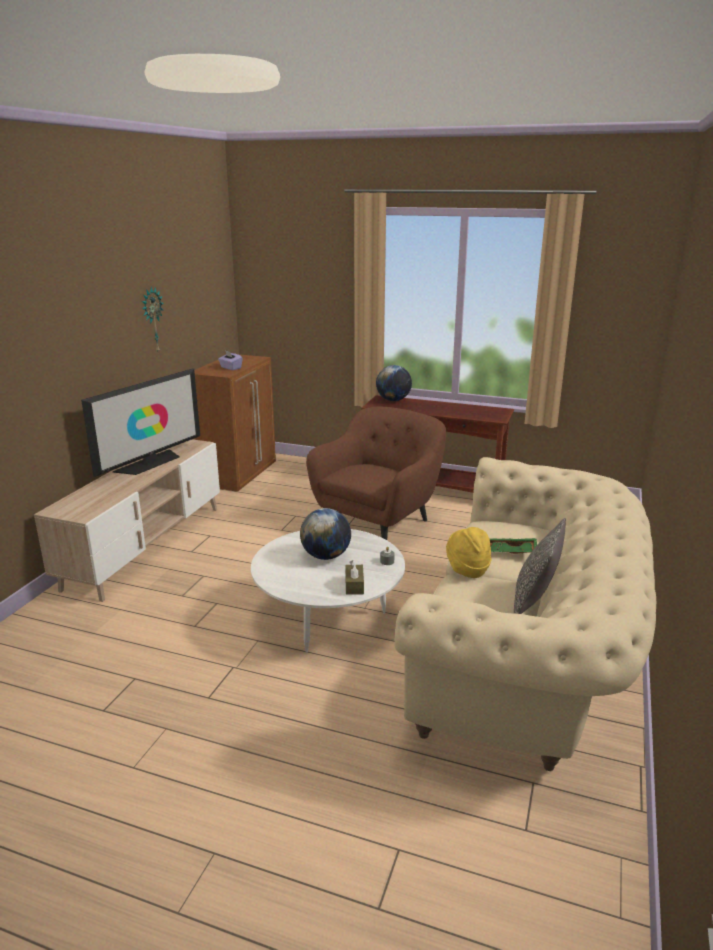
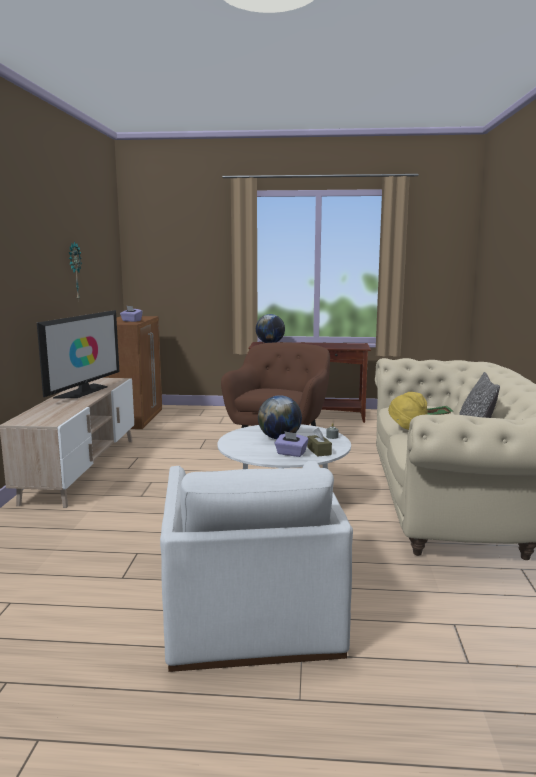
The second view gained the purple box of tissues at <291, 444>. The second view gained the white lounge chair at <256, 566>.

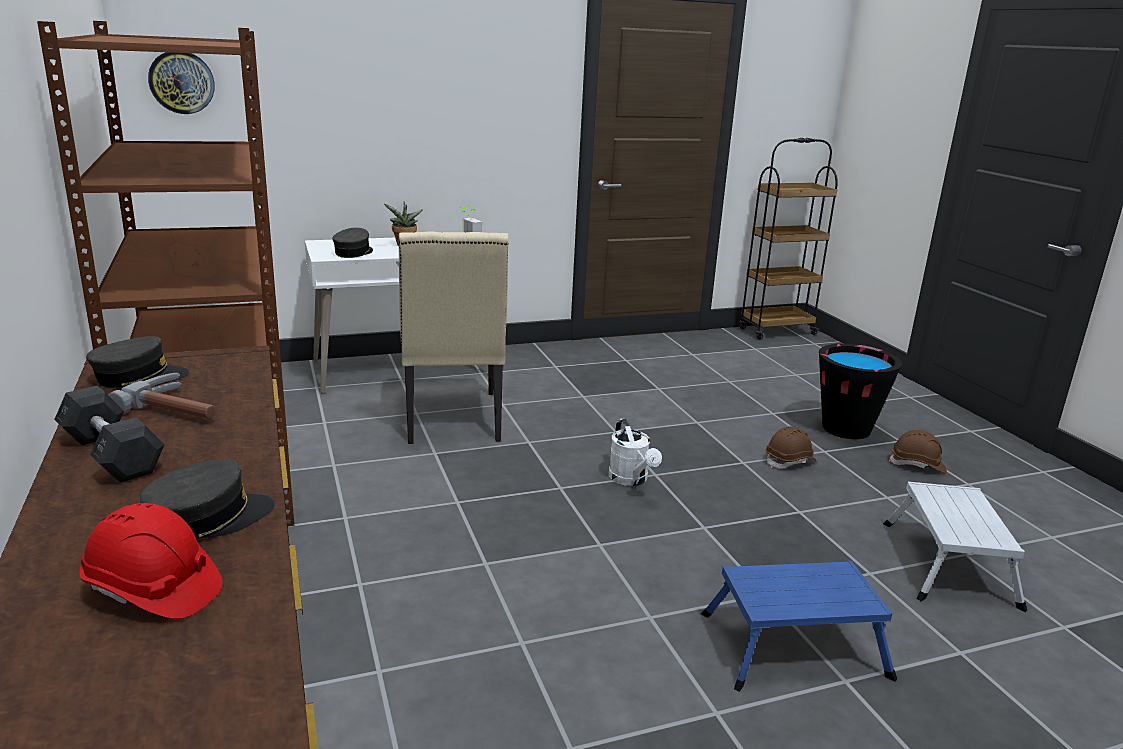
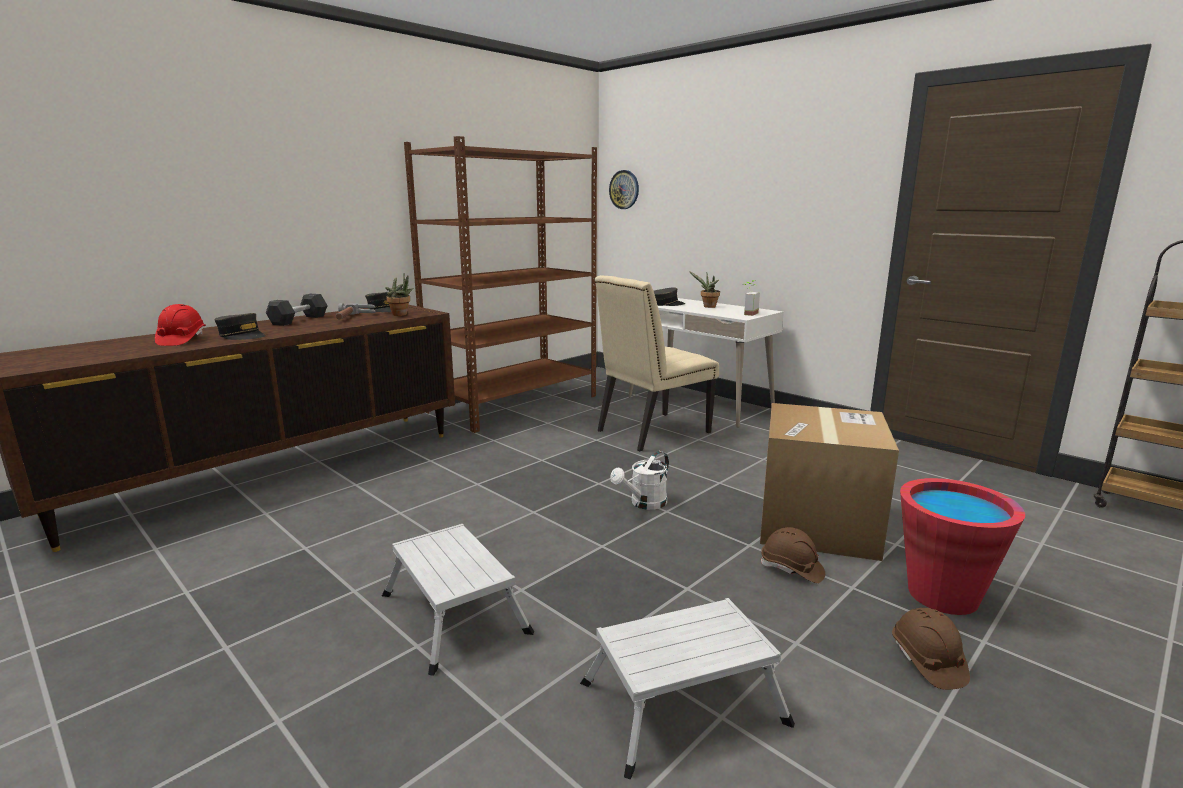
What was the black bucket at <860, 391> turned into the red-coloured bucket at <962, 546>. What was the bluish step ladder at <799, 626> turned into the white step ladder at <458, 600>. The second view gained the plant in a pot at <399, 294>. The second view gained the carton at <829, 482>.

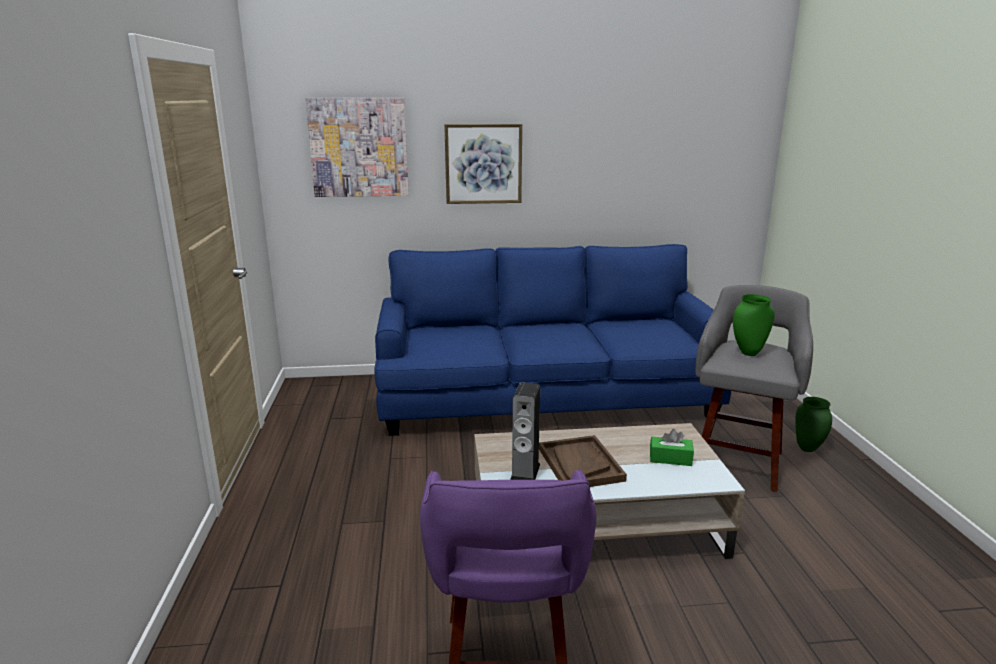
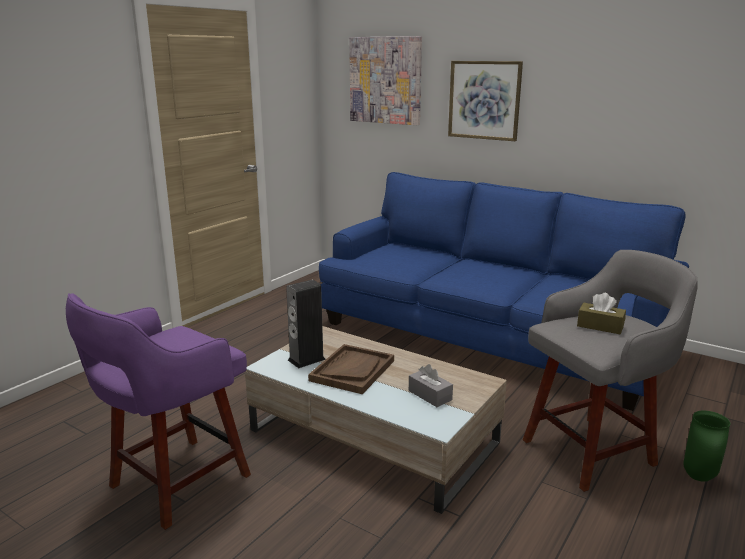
Where the green-coloured decorative vase stood at <754, 325>, the brown box of tissues came to stand at <601, 313>. What was the green-coloured box of tissues at <672, 447> turned into the grey box of tissues at <431, 385>.

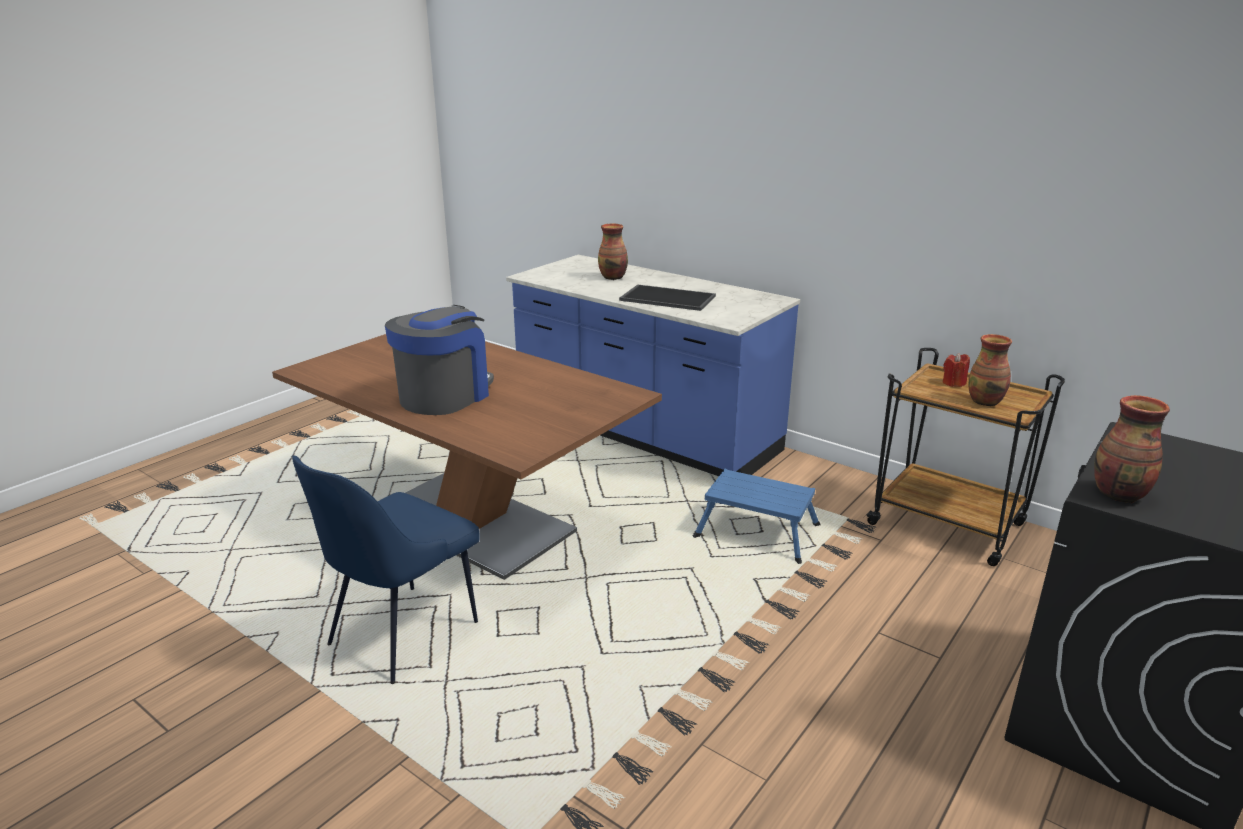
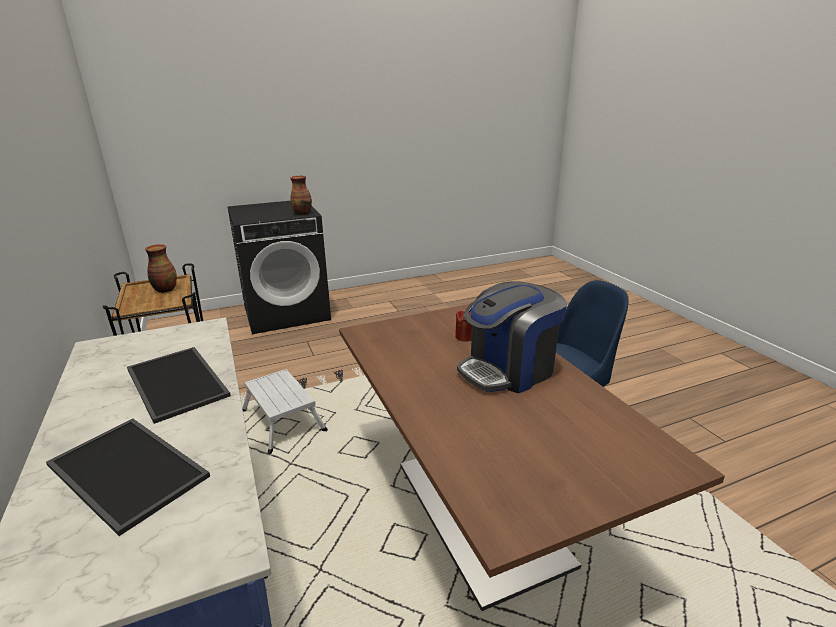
Where the decorative vase stood at <613, 252>, the serving tray came to stand at <128, 477>. The red-coloured wax light ended up elsewhere, having gone from <956, 370> to <463, 326>. What was the bluish step ladder at <757, 516> turned into the white step ladder at <285, 411>.

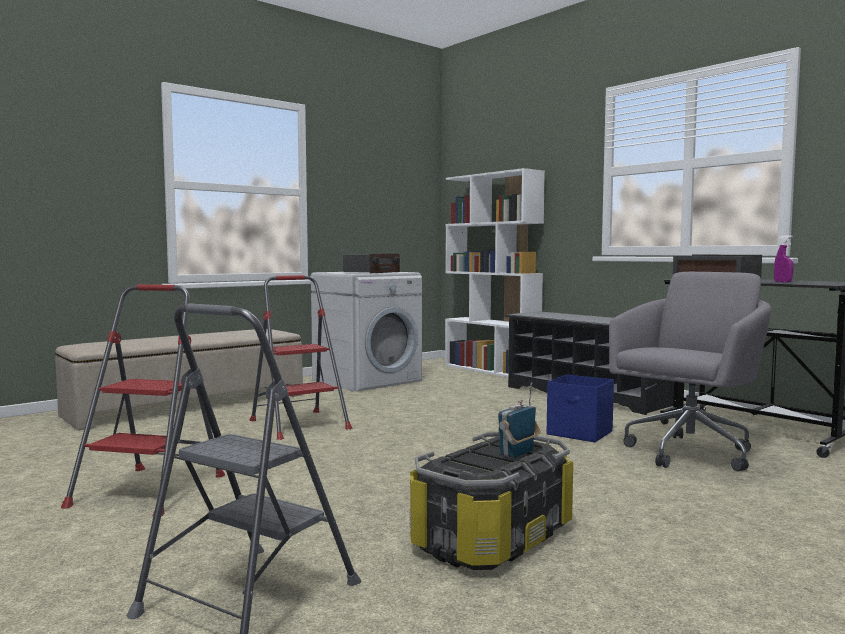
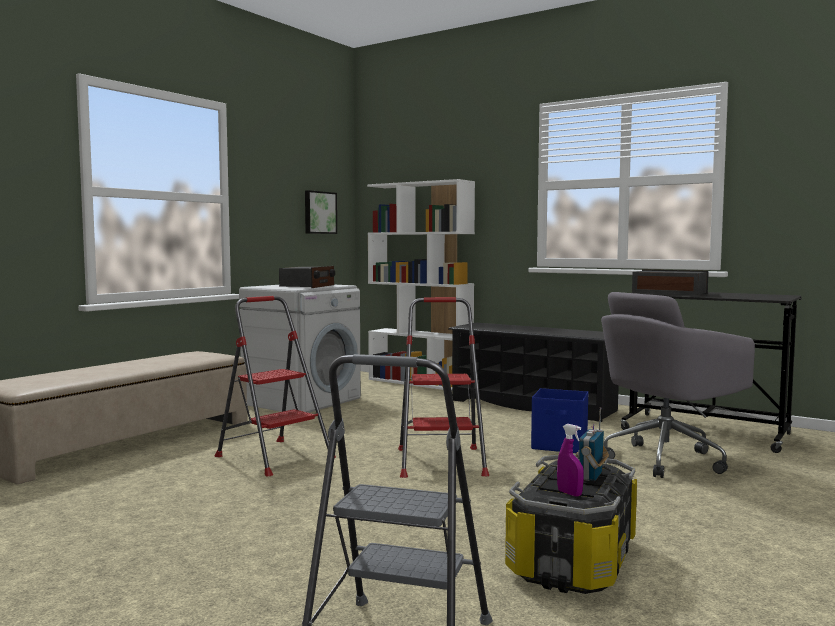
The purple spray bottle ended up elsewhere, having gone from <783, 258> to <570, 460>. The grey desk chair at <690, 371> ended up facing another way, 150 degrees counterclockwise from before. The red-coloured step ladder ended up elsewhere, having gone from <143, 400> to <443, 387>. The second view gained the picture at <321, 212>.

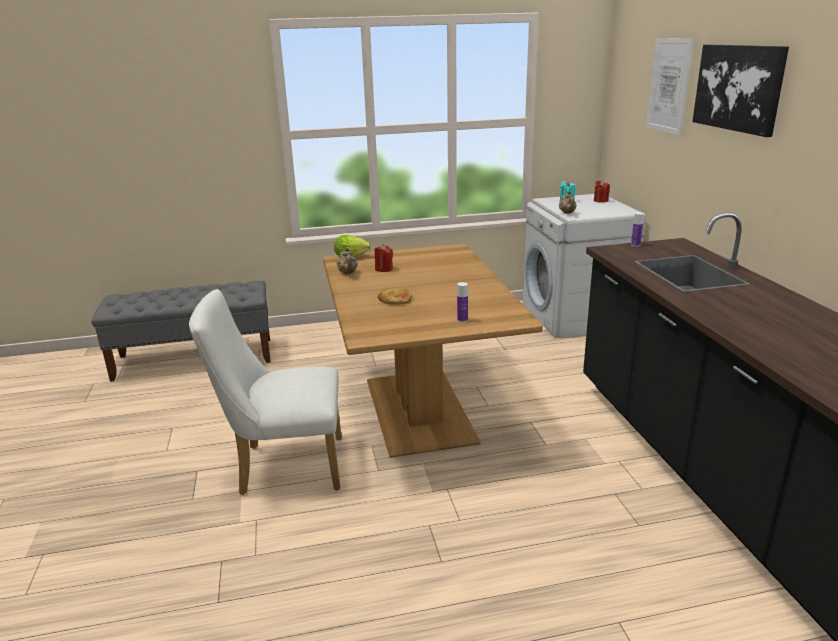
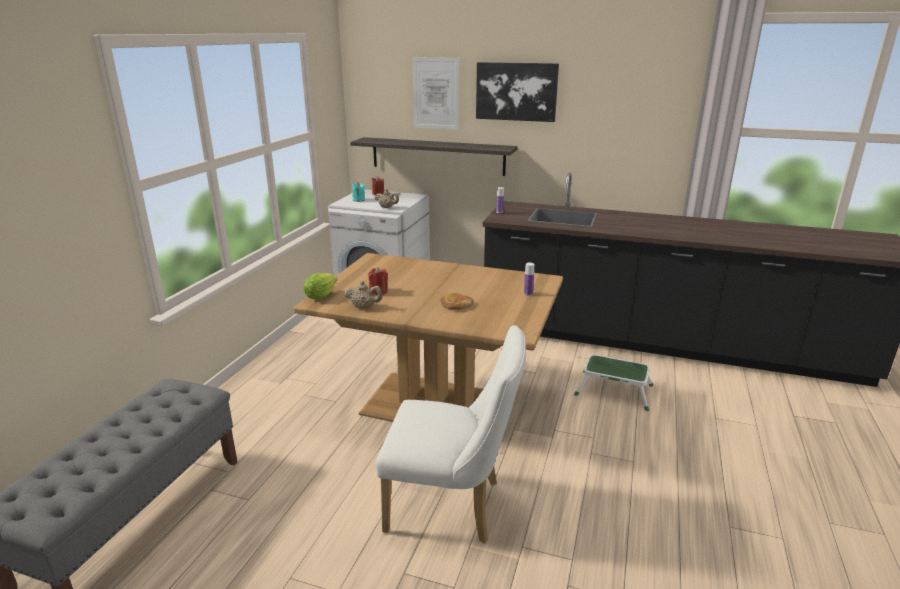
The white plain chair at <265, 392> ended up facing another way, 105 degrees counterclockwise from before. The second view gained the shelf at <434, 156>. The second view gained the green-coloured step ladder at <613, 382>.

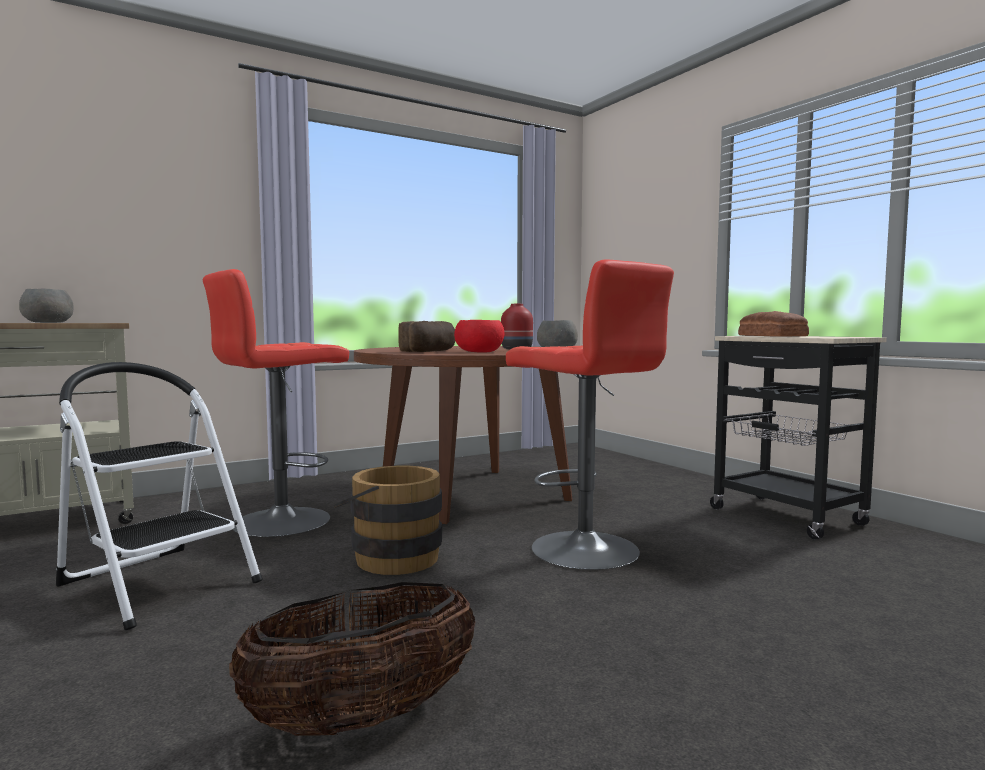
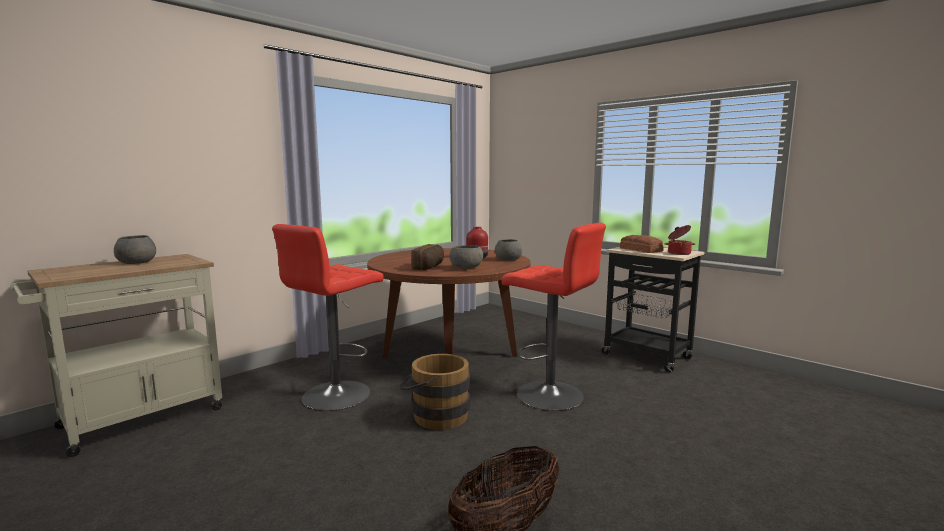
What was the red-coloured serving bowl at <479, 336> turned into the grey serving bowl at <466, 257>. The second view lost the step ladder at <159, 496>. The second view gained the cooking pot at <680, 240>.

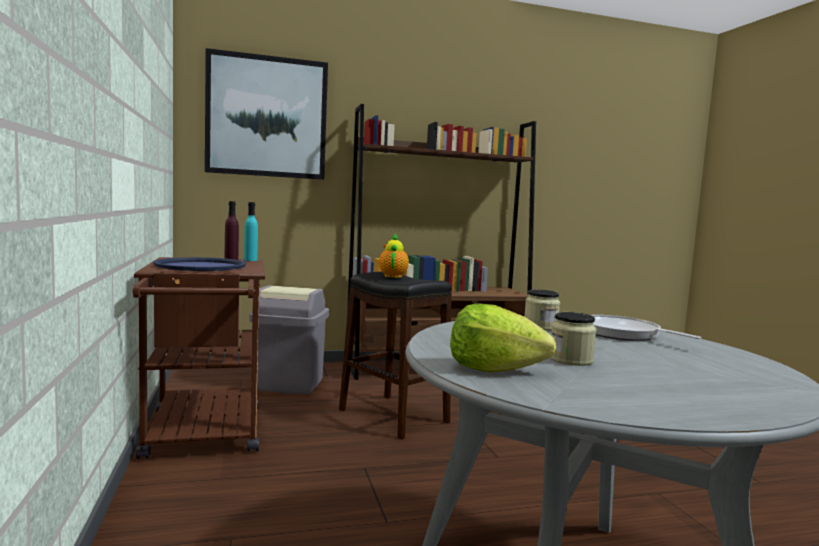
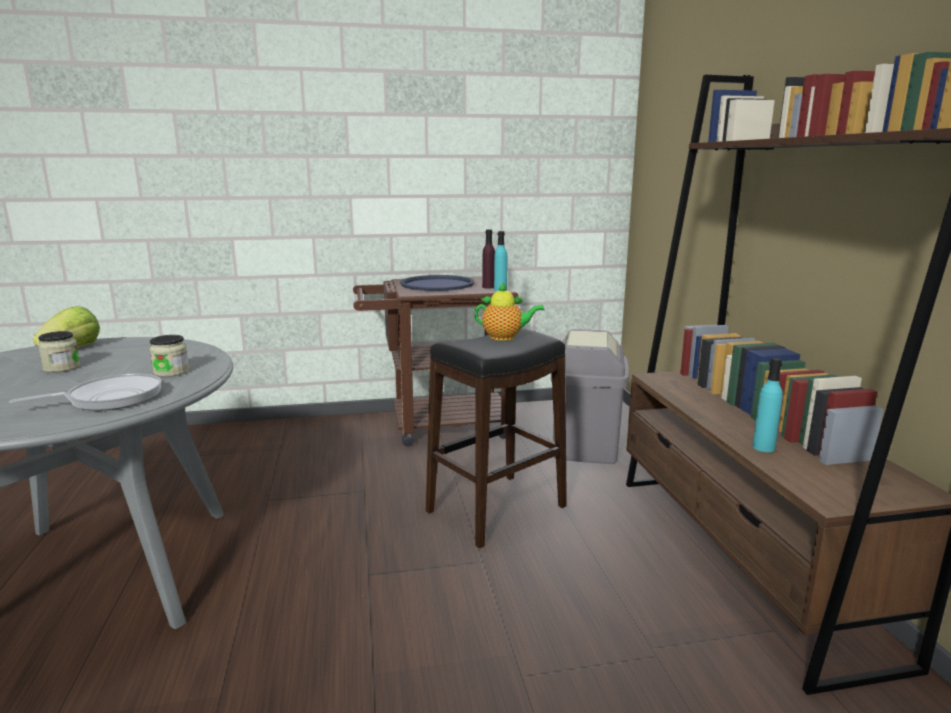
The second view lost the picture at <266, 114>. The second view gained the turquoise beverage bottle at <767, 405>.

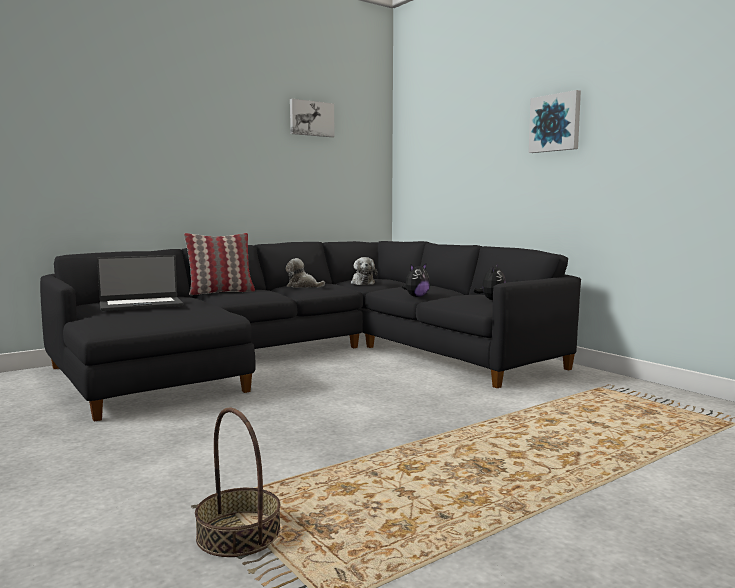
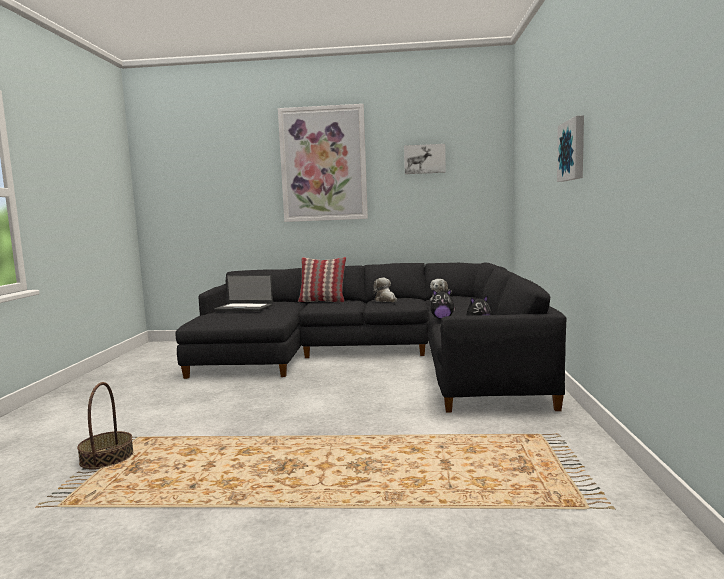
The second view gained the picture at <323, 163>.

